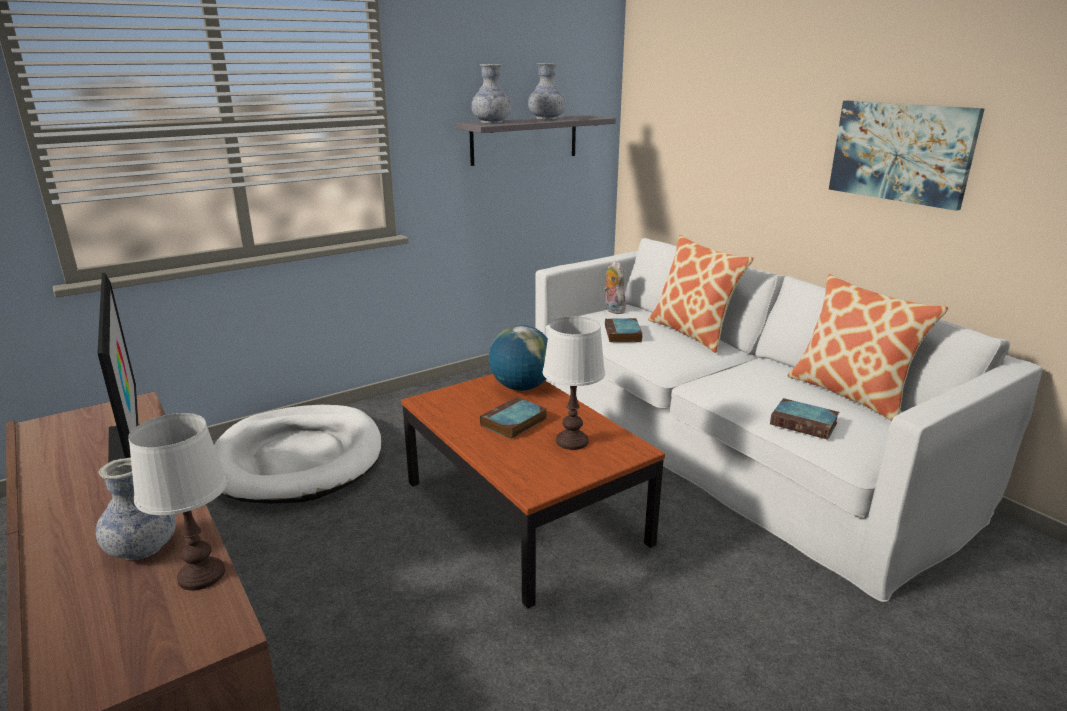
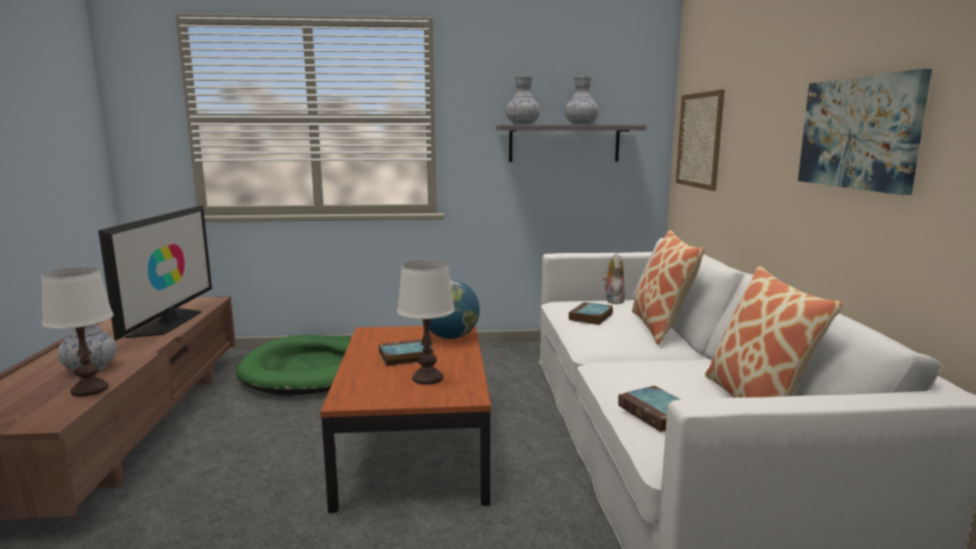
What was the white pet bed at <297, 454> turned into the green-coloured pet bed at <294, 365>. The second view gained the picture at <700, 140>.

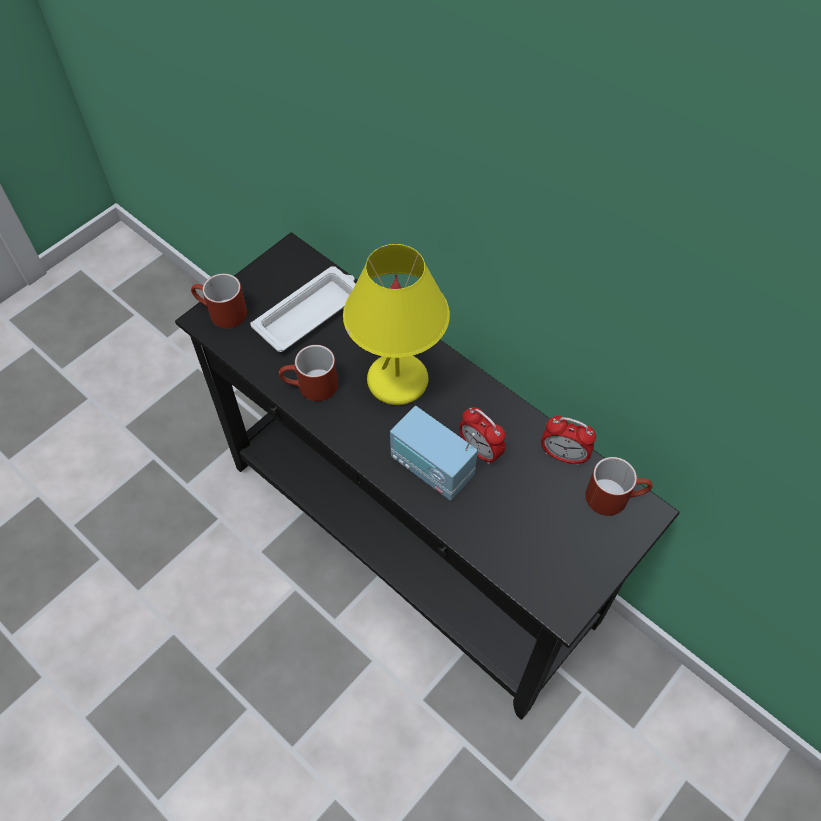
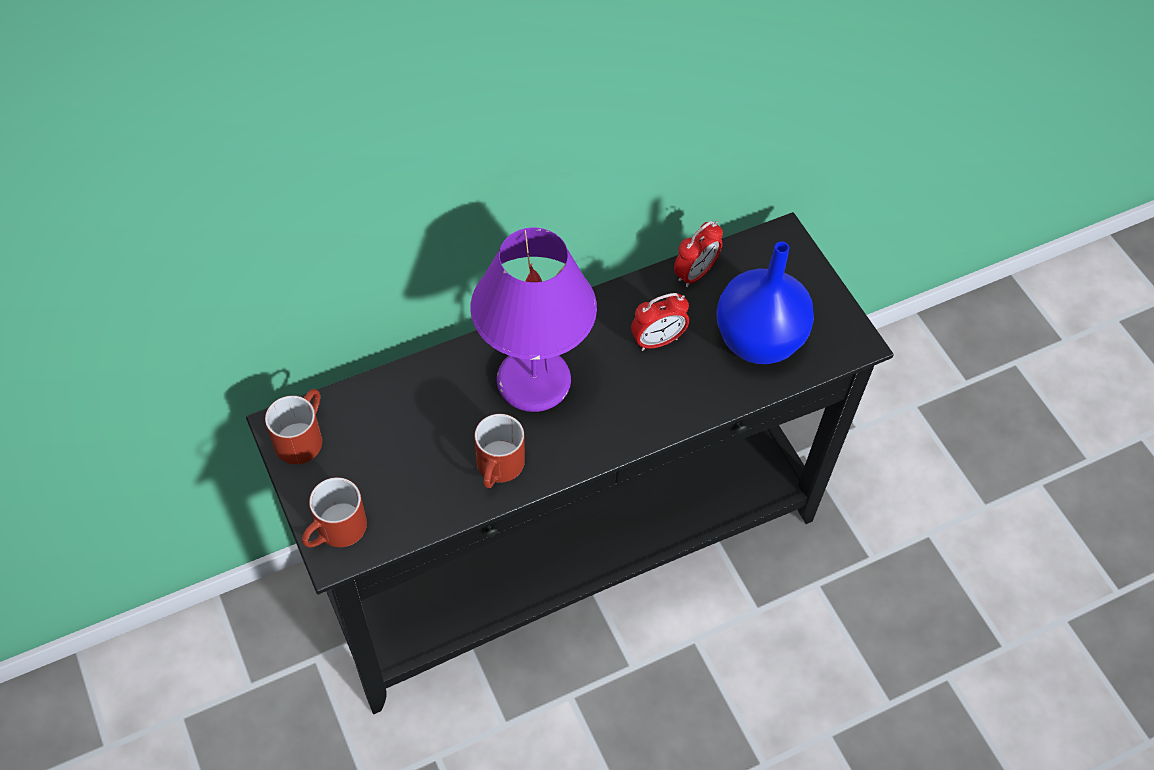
What was the yellow-coloured tabletop lamp at <396, 324> turned into the purple tabletop lamp at <534, 320>. The second view lost the white serving tray at <303, 309>. The second view lost the radio set at <434, 453>. The red-coloured mug ended up elsewhere, having gone from <619, 486> to <293, 426>. The second view gained the bluish decorative vase at <765, 303>.

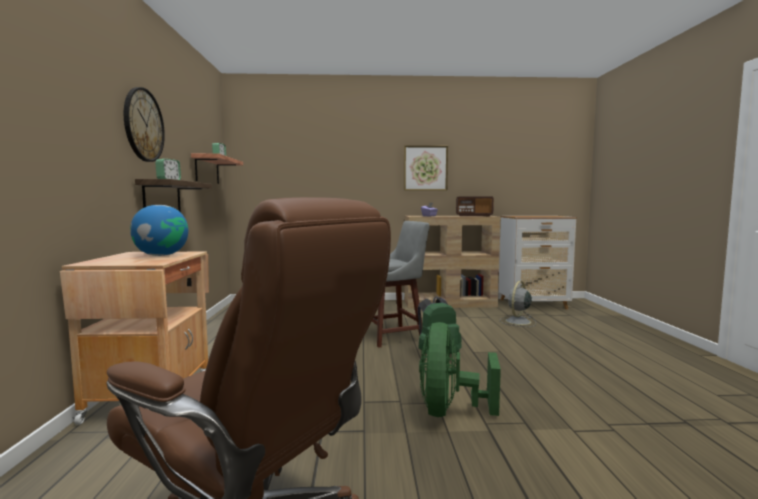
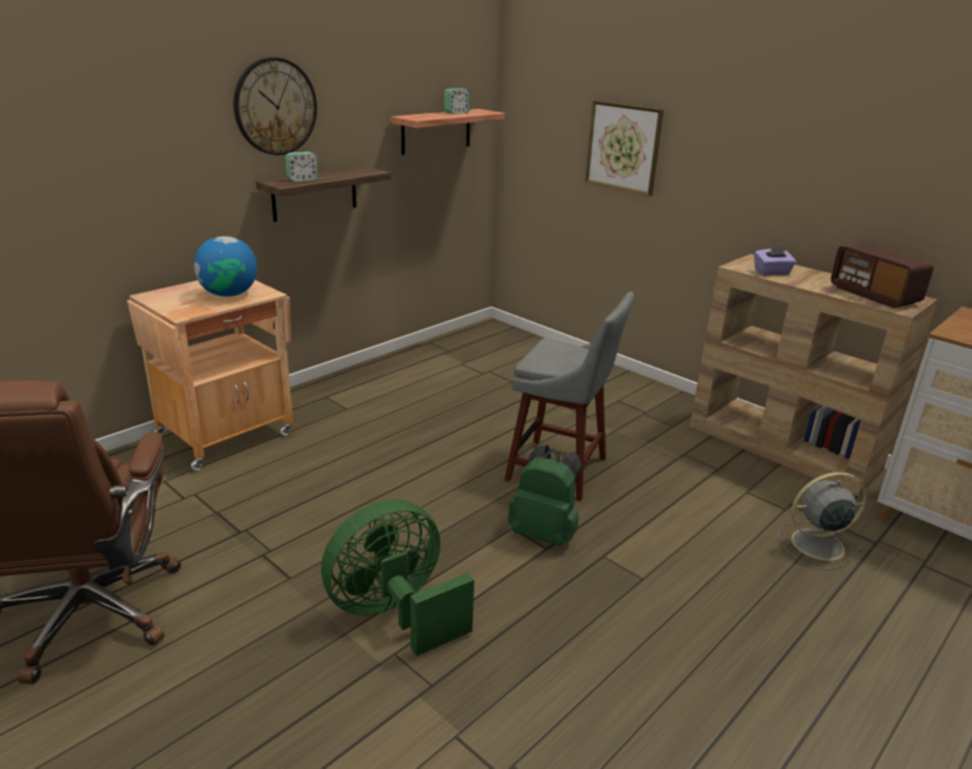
The picture ended up elsewhere, having gone from <426, 168> to <624, 148>.

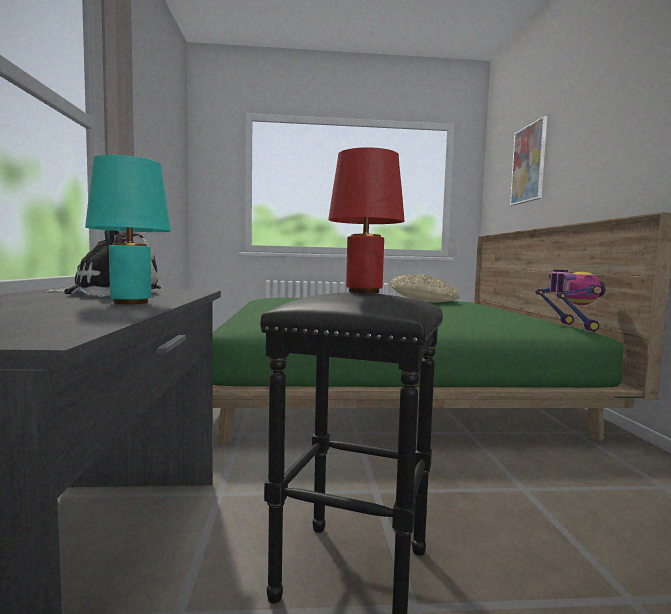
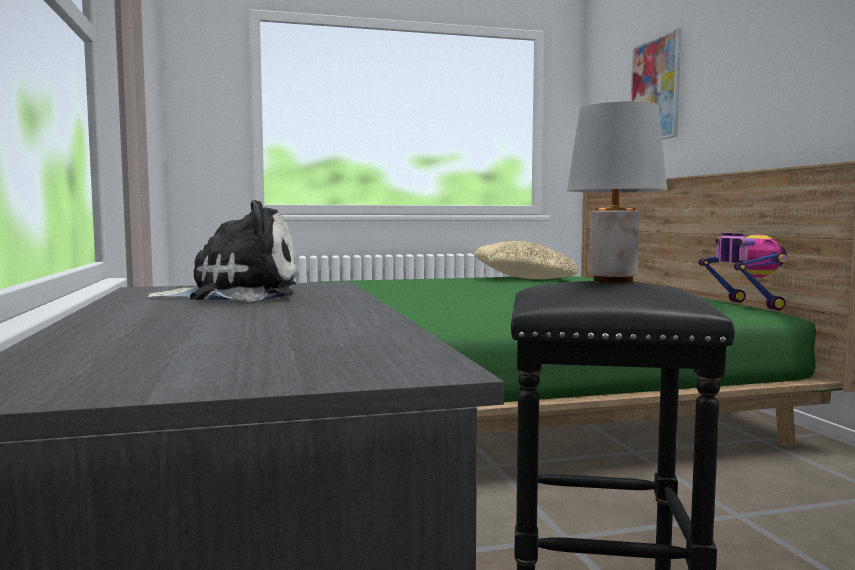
What was the red-coloured tabletop lamp at <366, 220> turned into the grey tabletop lamp at <617, 192>. The second view lost the turquoise tabletop lamp at <128, 229>.

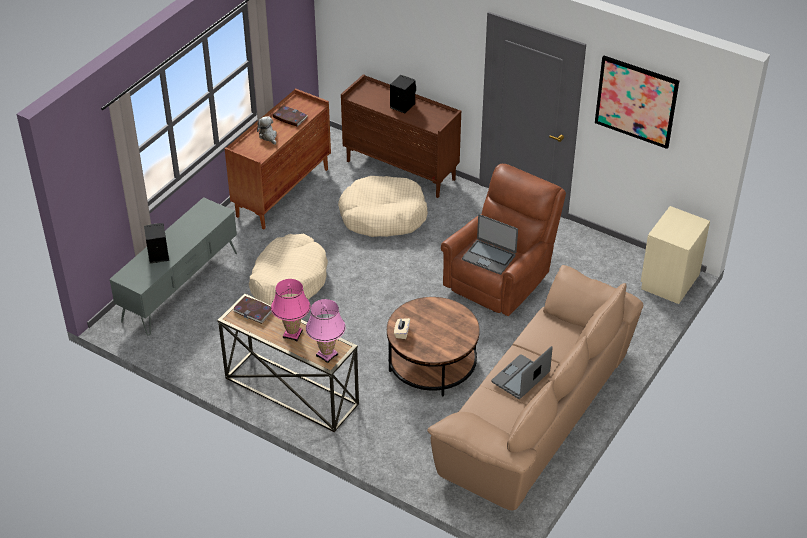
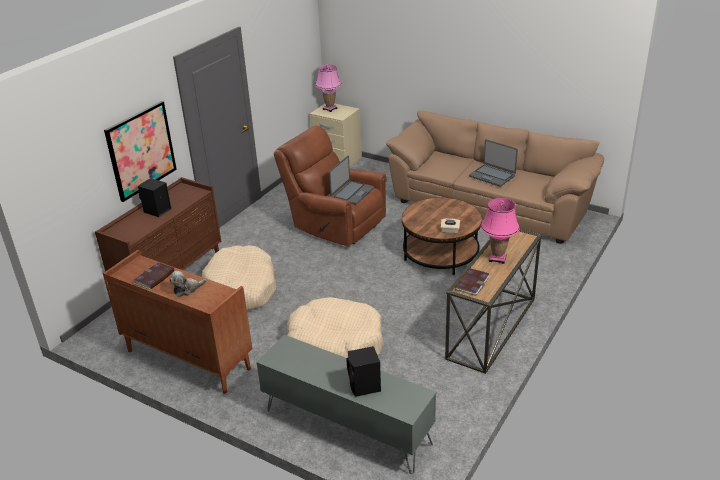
The picture ended up elsewhere, having gone from <637, 102> to <140, 151>. The pinkish tabletop lamp ended up elsewhere, having gone from <326, 331> to <328, 88>.

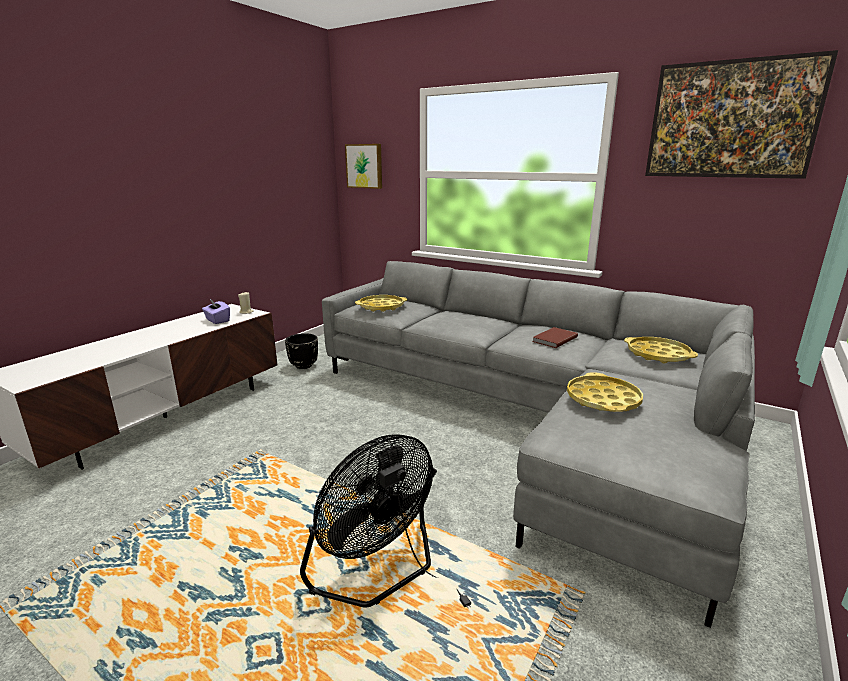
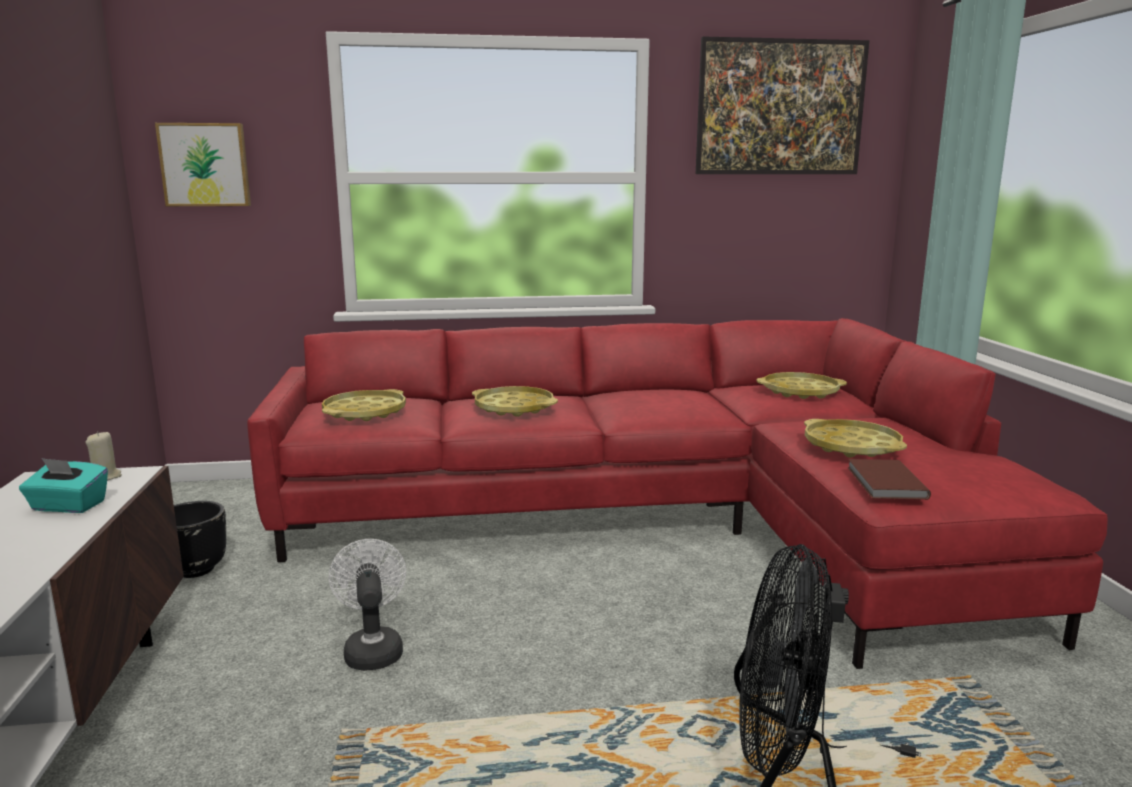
What was the grey couch at <538, 444> turned into the red-coloured couch at <677, 493>. What was the purple box of tissues at <216, 311> turned into the turquoise box of tissues at <63, 485>. The brown bound book ended up elsewhere, having gone from <555, 337> to <889, 479>. The second view gained the yellow-coloured serving tray at <515, 401>. The second view gained the white fan at <367, 605>.

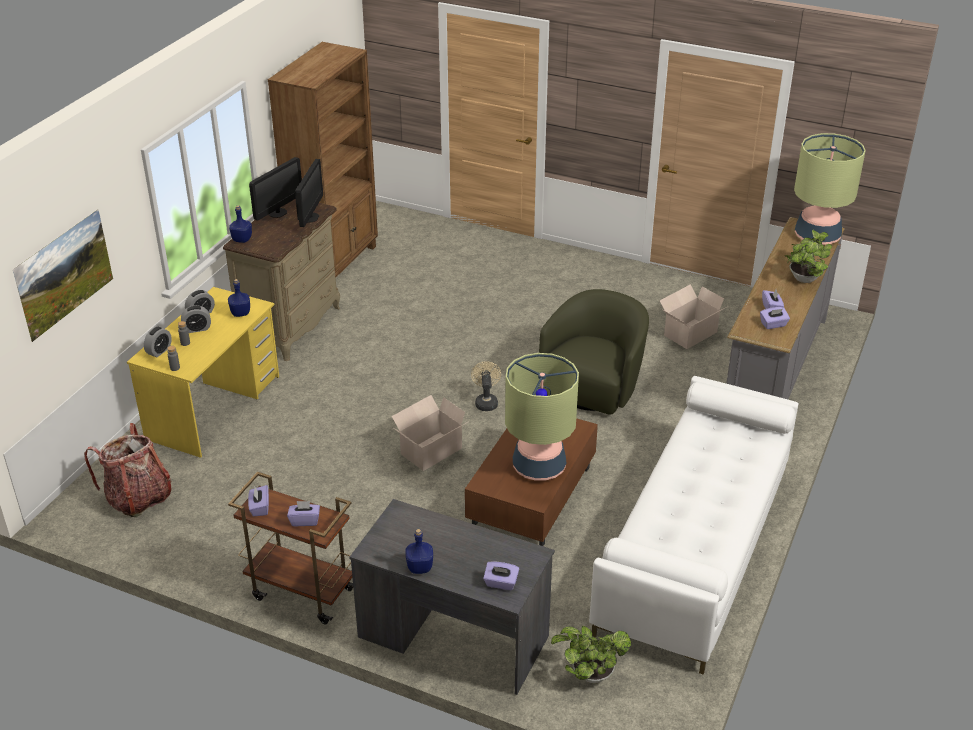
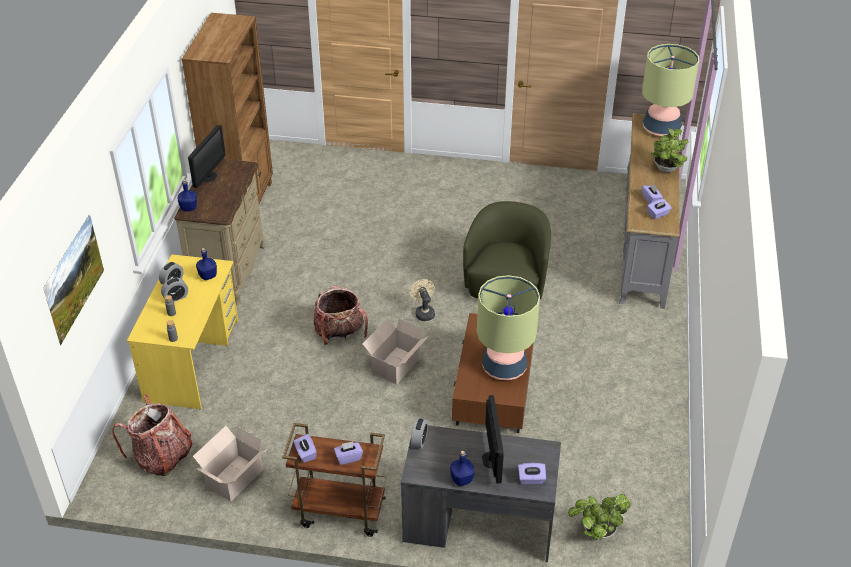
The computer screen ended up elsewhere, having gone from <309, 193> to <493, 439>. The carton ended up elsewhere, having gone from <694, 316> to <230, 463>. The table clock ended up elsewhere, having gone from <158, 342> to <419, 433>. The second view lost the white couch at <693, 525>. The second view gained the rucksack at <341, 315>.

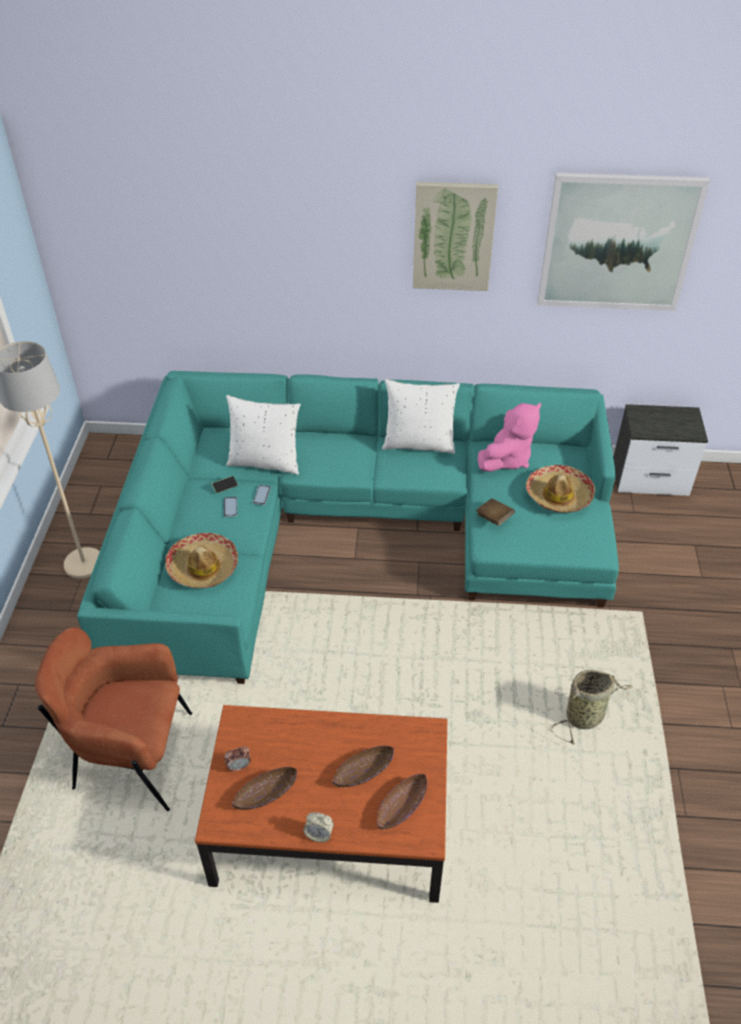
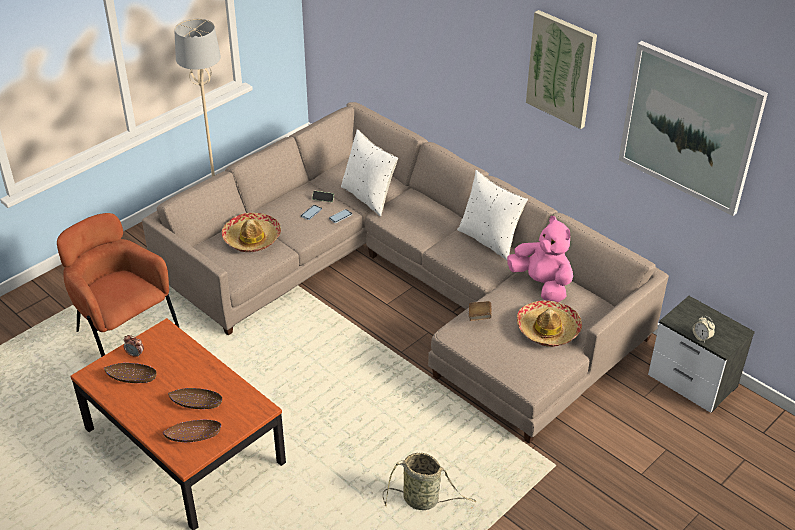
What was the turquoise couch at <348, 527> turned into the beige couch at <405, 272>. The pinkish cuddly toy at <509, 437> ended up facing another way, 120 degrees counterclockwise from before. The table clock ended up elsewhere, having gone from <318, 827> to <703, 329>.

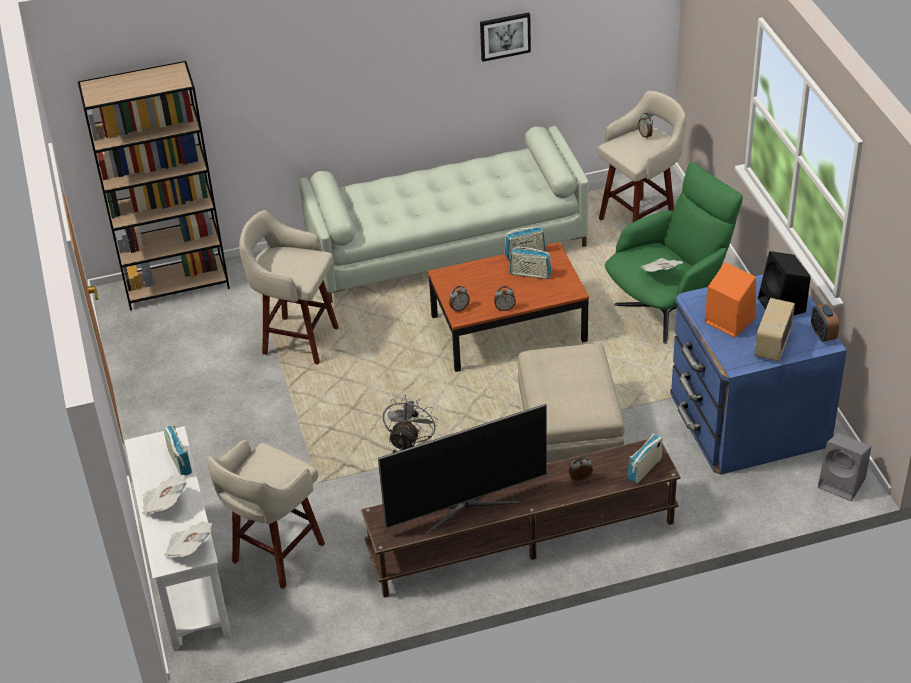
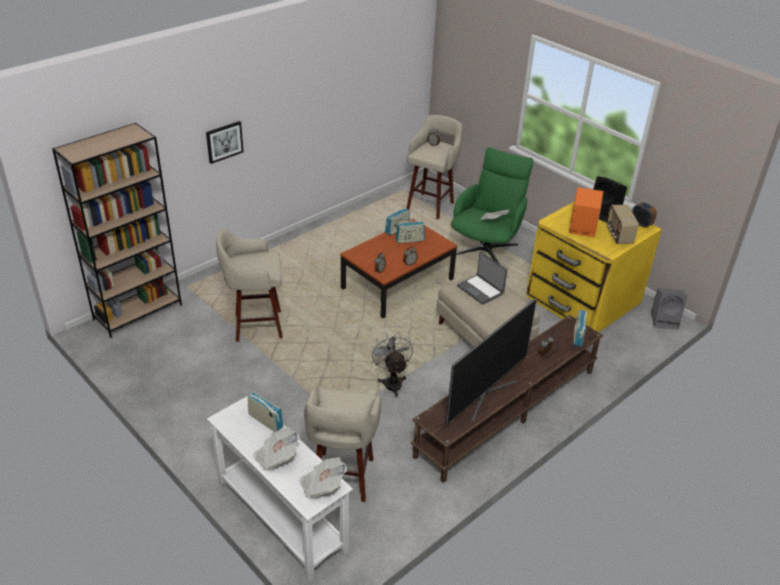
The picture ended up elsewhere, having gone from <505, 37> to <225, 142>. The second view lost the white couch at <444, 214>. What was the bluish dresser at <758, 374> turned into the yellow-coloured dresser at <594, 266>. The second view gained the laptop at <482, 278>.

